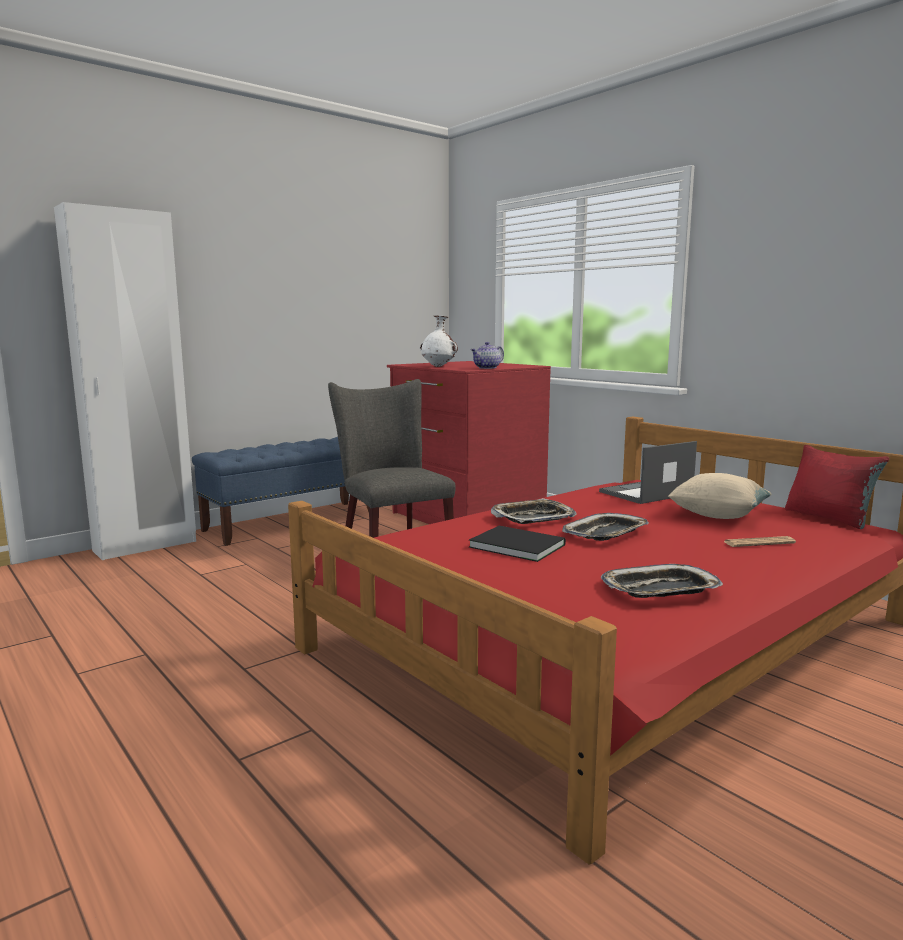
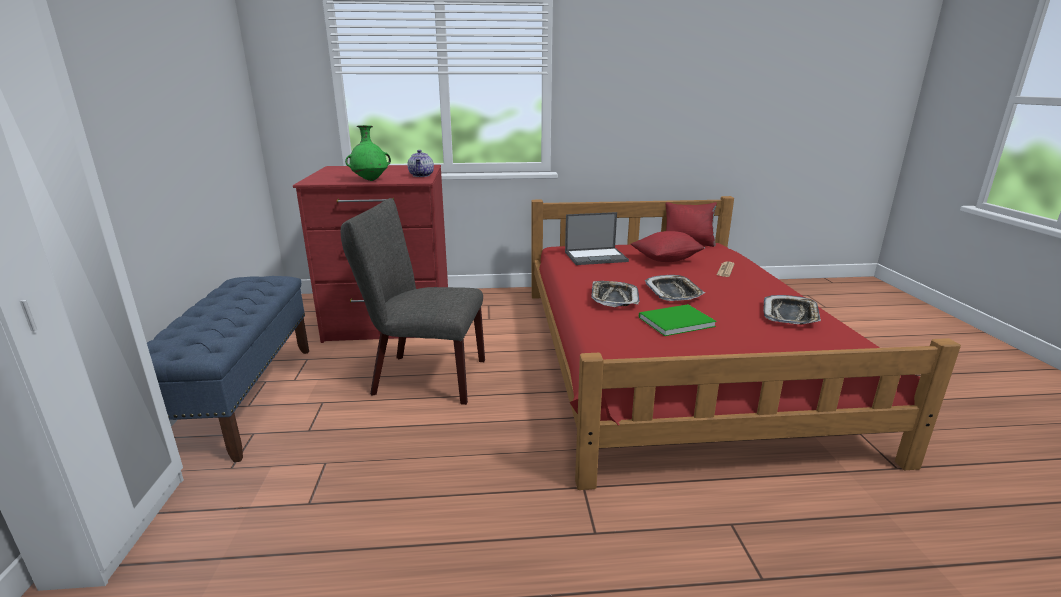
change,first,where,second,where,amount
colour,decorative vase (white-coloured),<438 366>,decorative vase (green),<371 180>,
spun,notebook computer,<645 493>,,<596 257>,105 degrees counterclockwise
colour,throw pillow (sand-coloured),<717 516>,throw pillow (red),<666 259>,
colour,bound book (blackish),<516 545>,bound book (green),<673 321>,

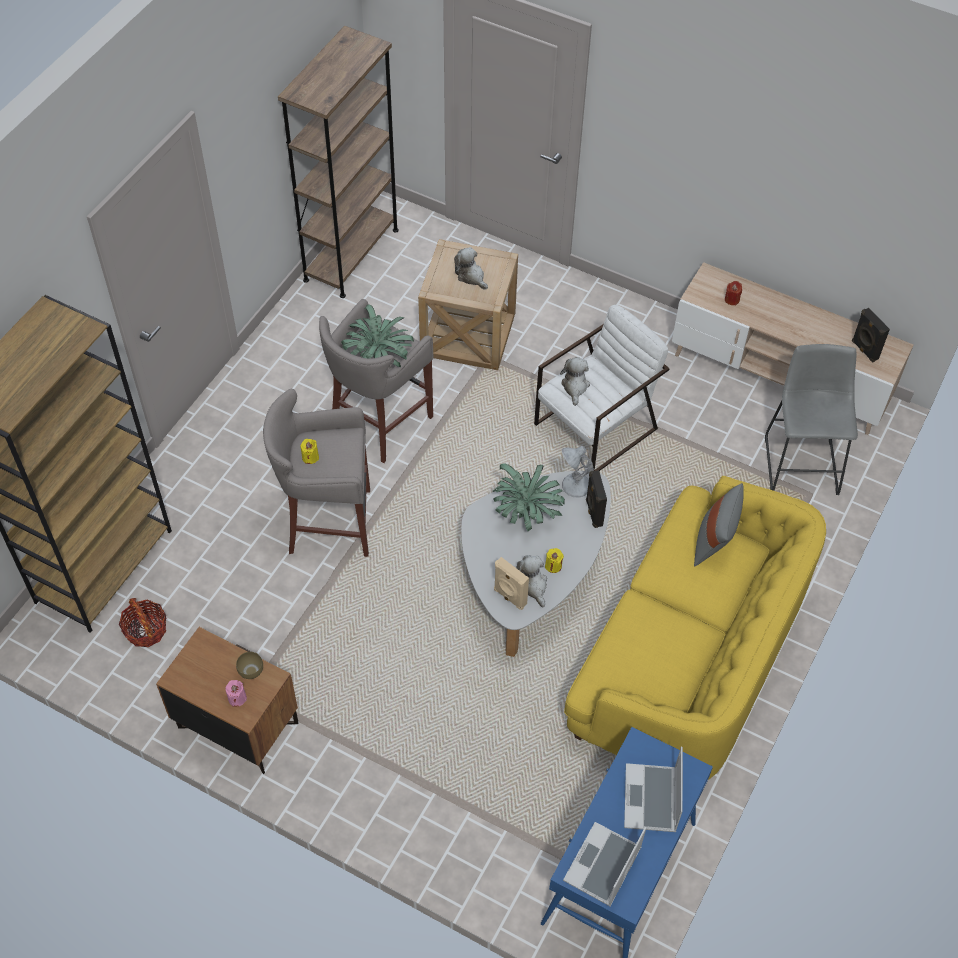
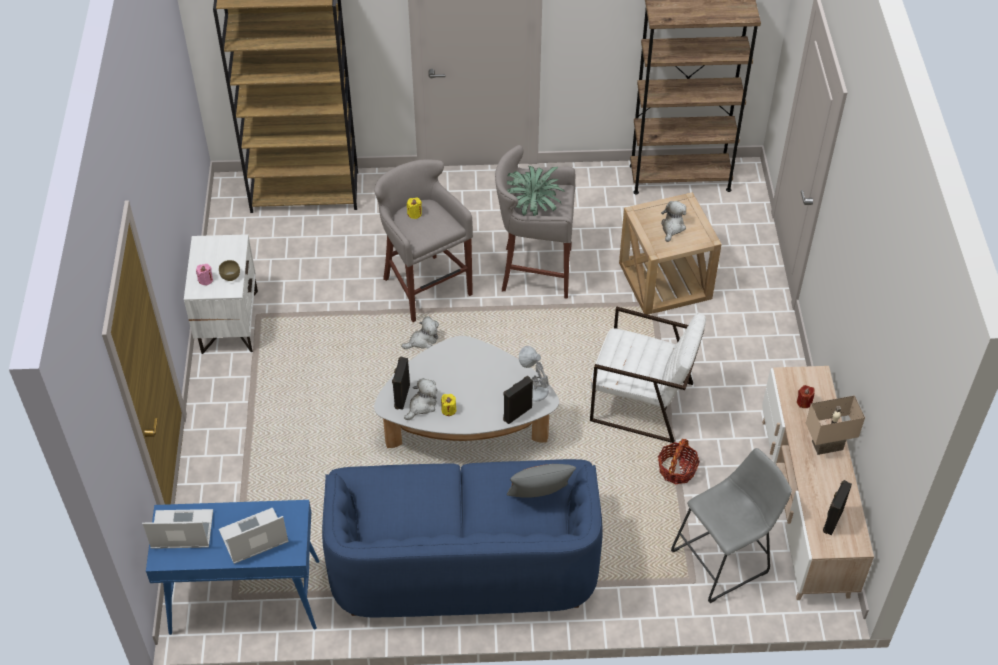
change,first,where,second,where,amount
colour,bedside table (brown-coloured),<237 726>,bedside table (white-coloured),<228 321>,
colour,settee (yellow),<688 658>,settee (blue),<463 561>,
colour,audio speaker (sand-coloured),<509 597>,audio speaker (blackish),<401 396>,
relocated,soft toy,<575 386>,,<423 341>,
relocated,household basket,<146 630>,,<677 470>,
appeared,,,table lamp (sand-coloured),<827 444>,
missing,plant in a pot,<527 511>,,,

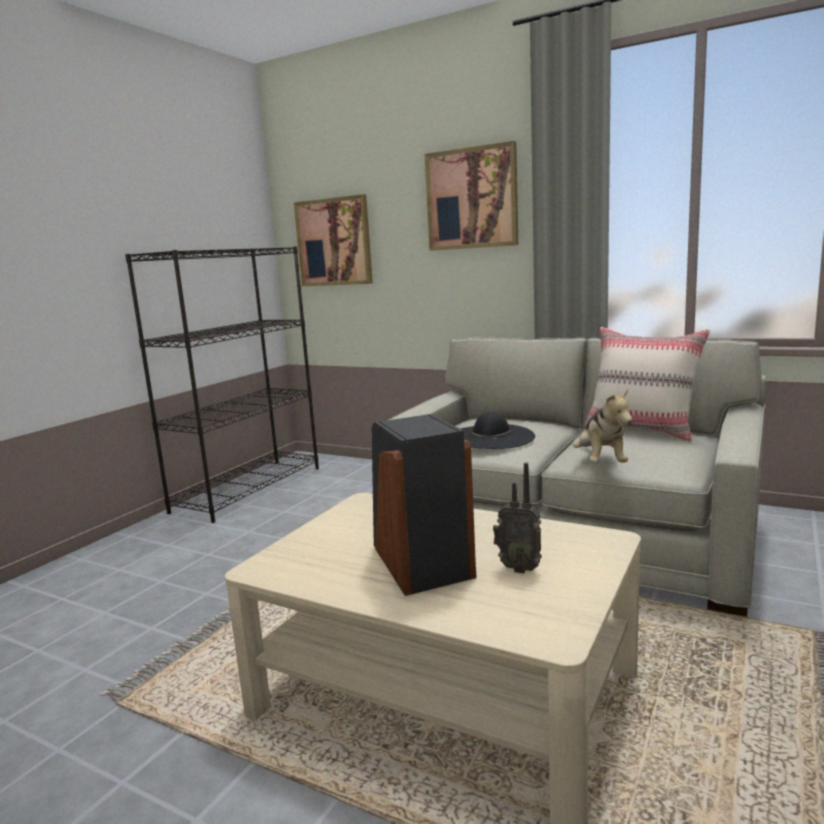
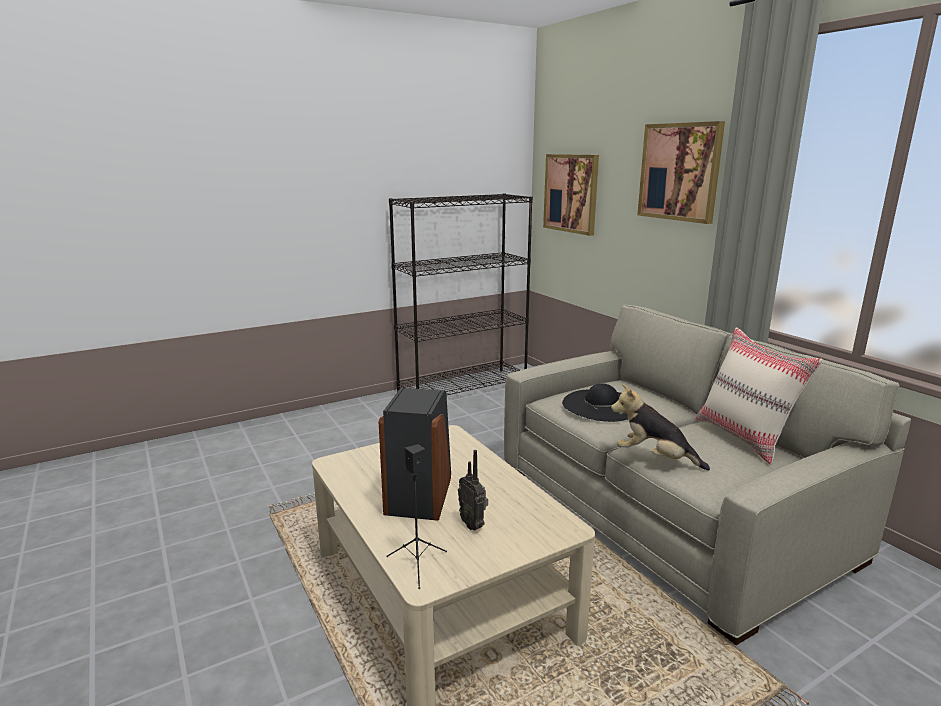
change,first,where,second,where,amount
appeared,,,audio speaker (blackish),<418 565>,
spun,soft toy,<600 462>,,<654 458>,90 degrees clockwise

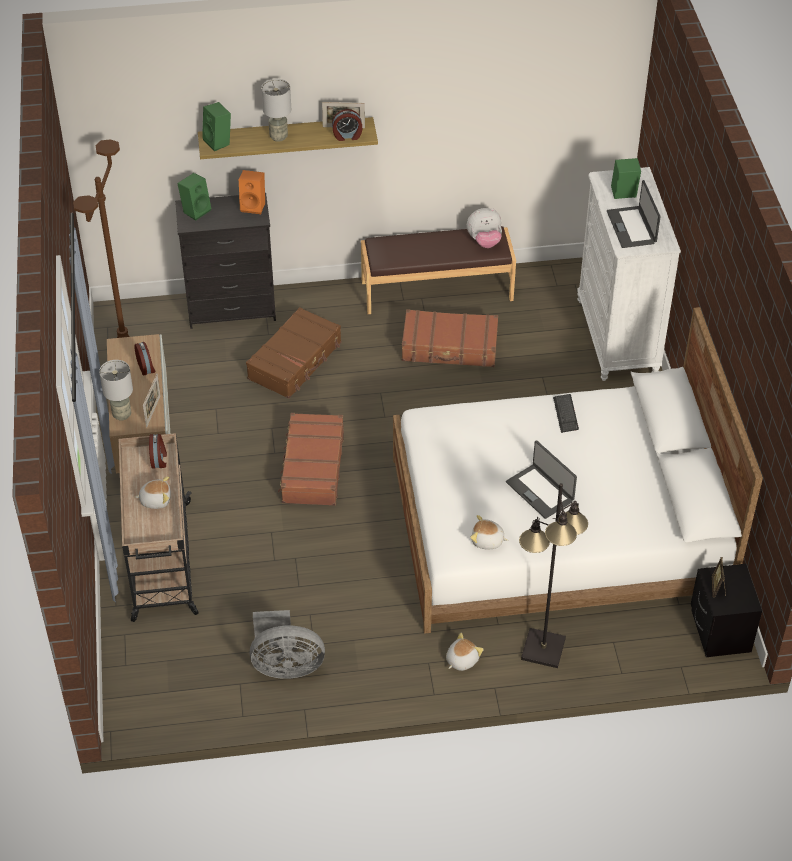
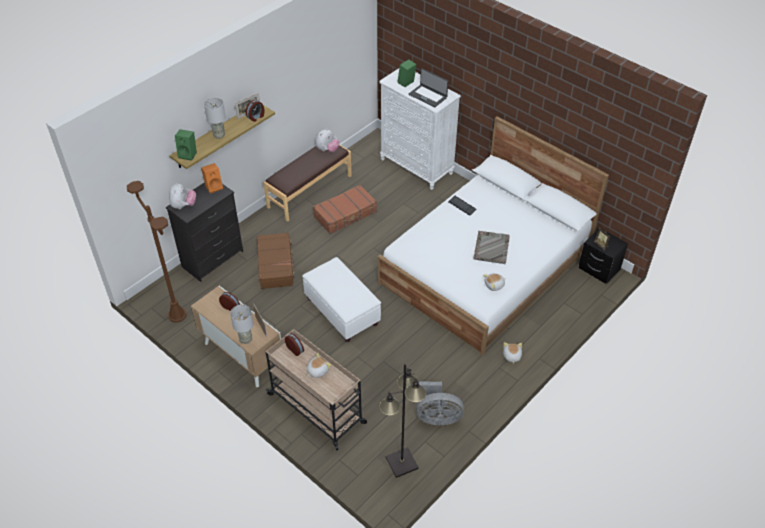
change,first,where,second,where,amount
exchanged,audio speaker (green),<196 210>,soft toy,<184 206>,
exchanged,piece of luggage (brown-coloured),<312 467>,footrest (white-coloured),<342 312>,
relocated,standing lamp (blackish),<542 649>,,<401 463>,
spun,cooling fan (grey),<286 665>,,<437 416>,45 degrees clockwise
exchanged,notebook computer,<540 491>,serving tray (grey),<491 247>,

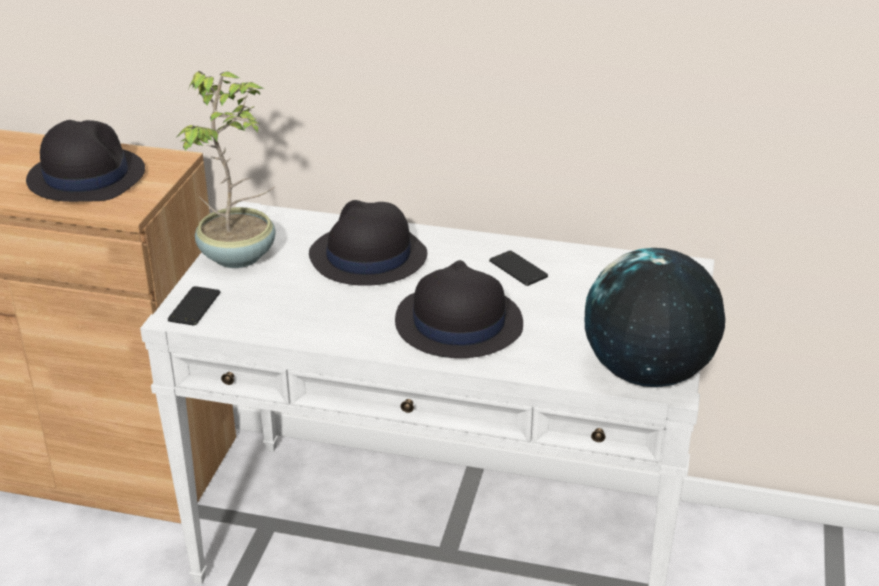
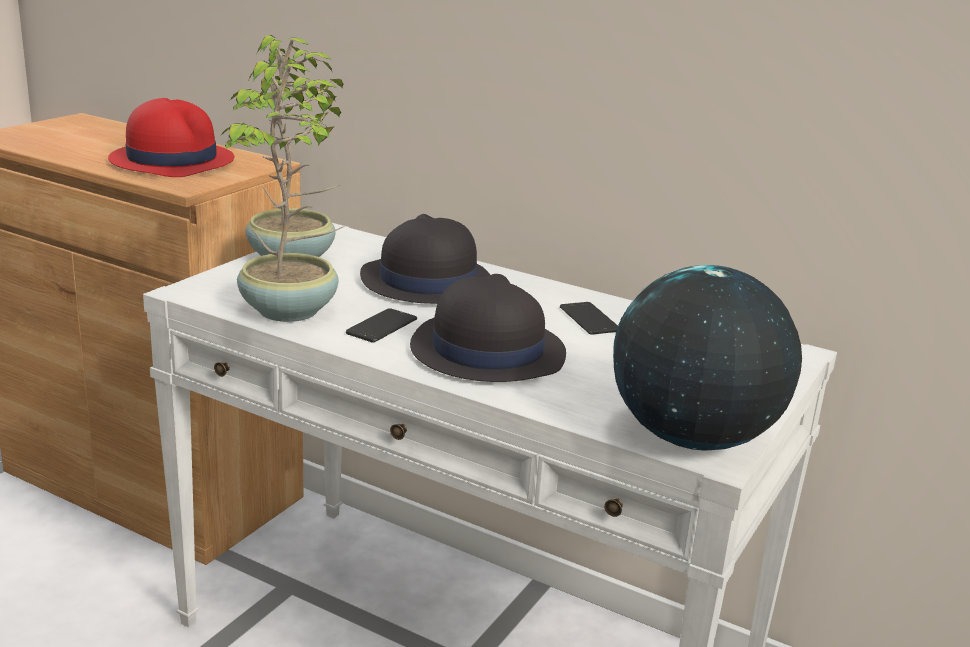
change,first,where,second,where,amount
colour,clothing hat (blackish),<86 176>,clothing hat (red),<172 160>,
appeared,,,plant in a pot,<291 311>,
relocated,phone,<194 306>,,<381 326>,

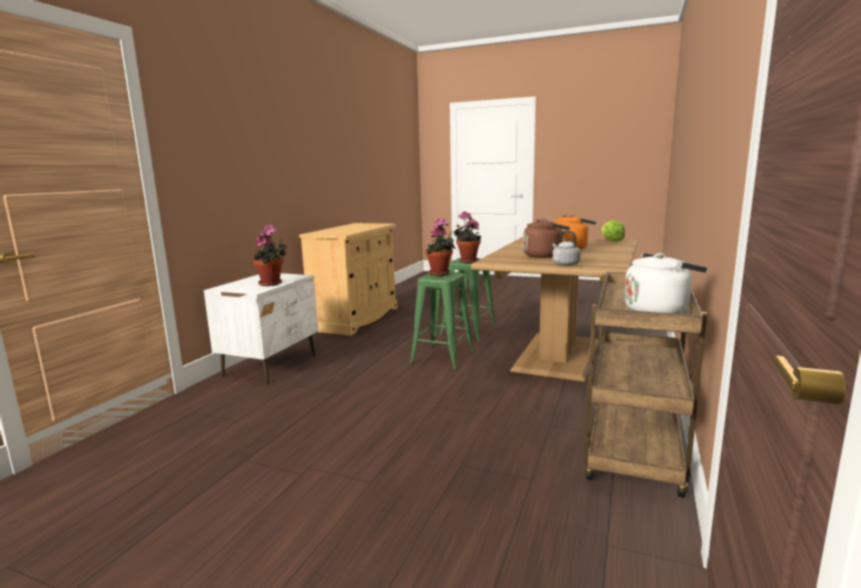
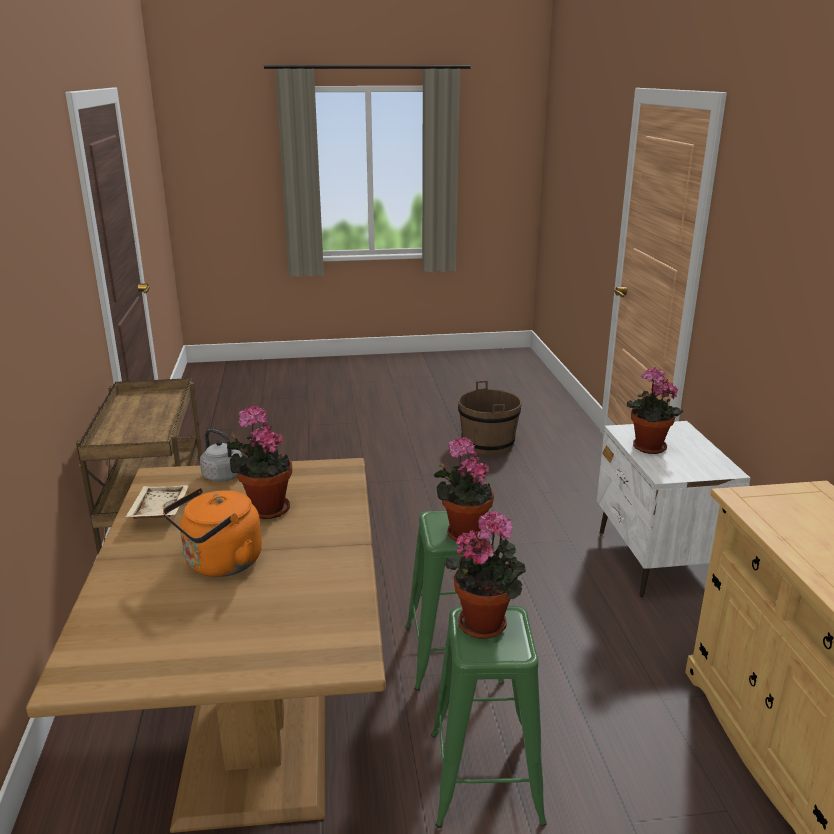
change,first,where,second,where,amount
appeared,,,serving tray (sand-coloured),<158 511>,
exchanged,kettle (brown-coloured),<544 255>,plant in a pot,<264 508>,
appeared,,,bucket (brown-coloured),<488 443>,
missing,lettuce,<611 240>,,,
missing,kettle (white-coloured),<658 310>,,,

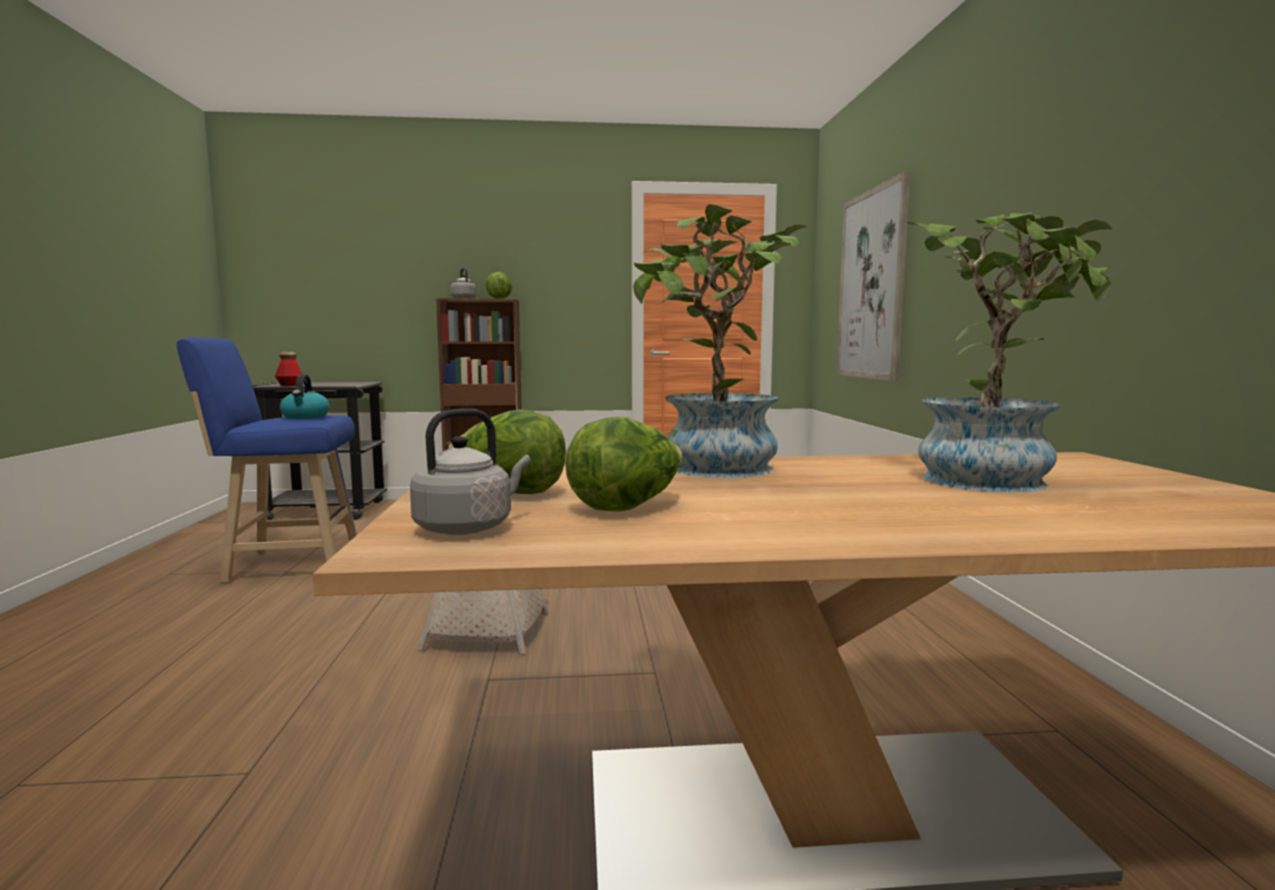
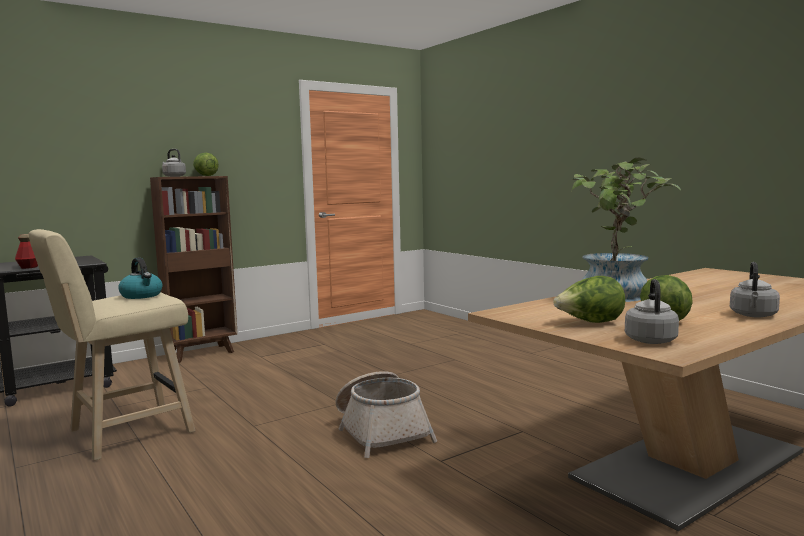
change,first,where,second,where,amount
colour,stool (blue),<286 564>,stool (sand-coloured),<124 433>,
appeared,,,kettle (grey),<753 315>,
missing,wall picture,<871 285>,,,
missing,plant in a pot,<994 478>,,,

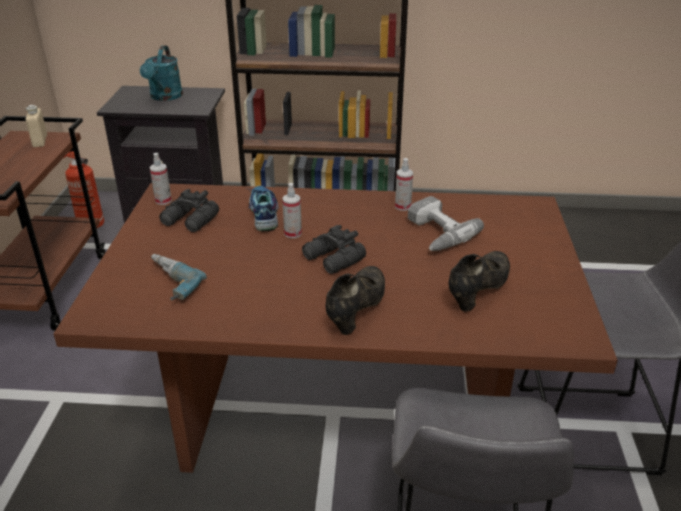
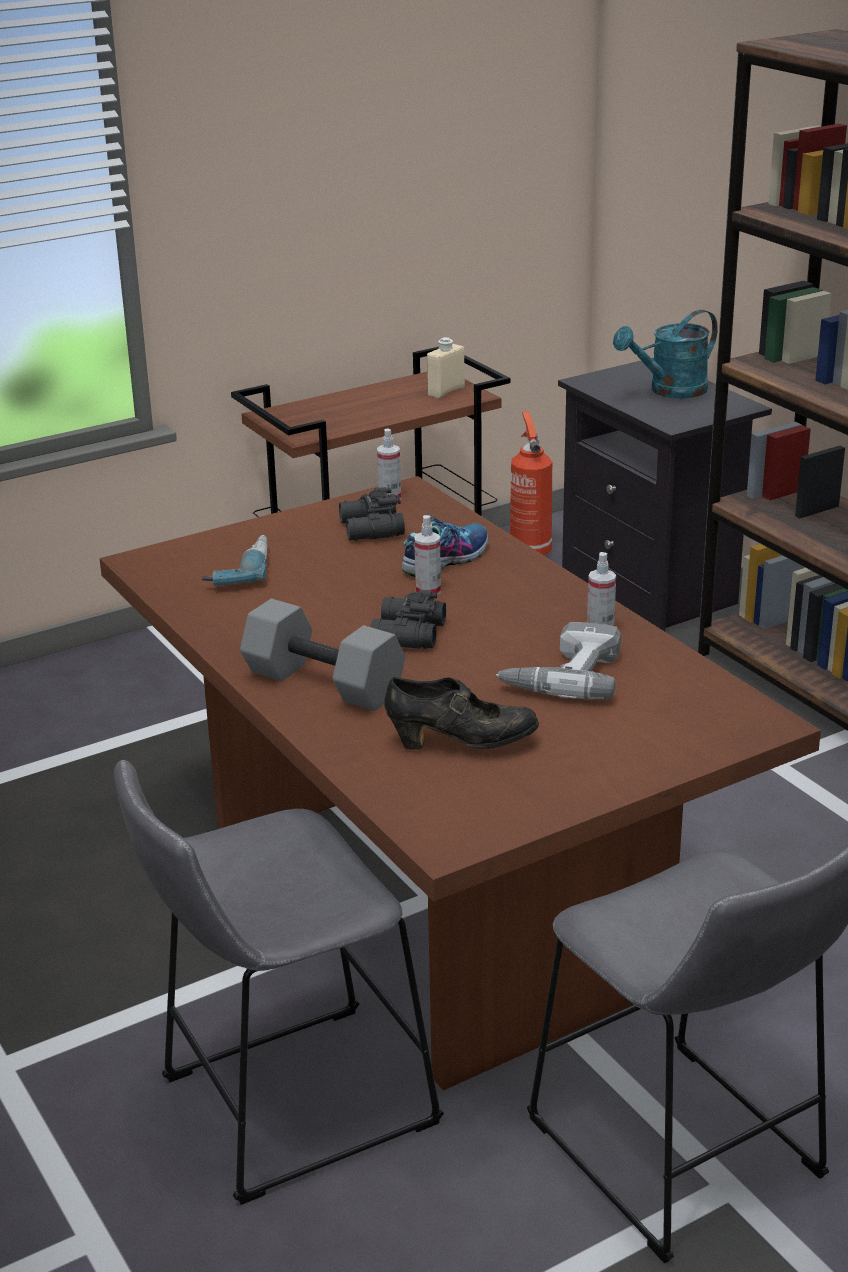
change,first,where,second,where,amount
exchanged,item of footwear (blackish),<356 311>,hand weight (grey),<321 684>,

